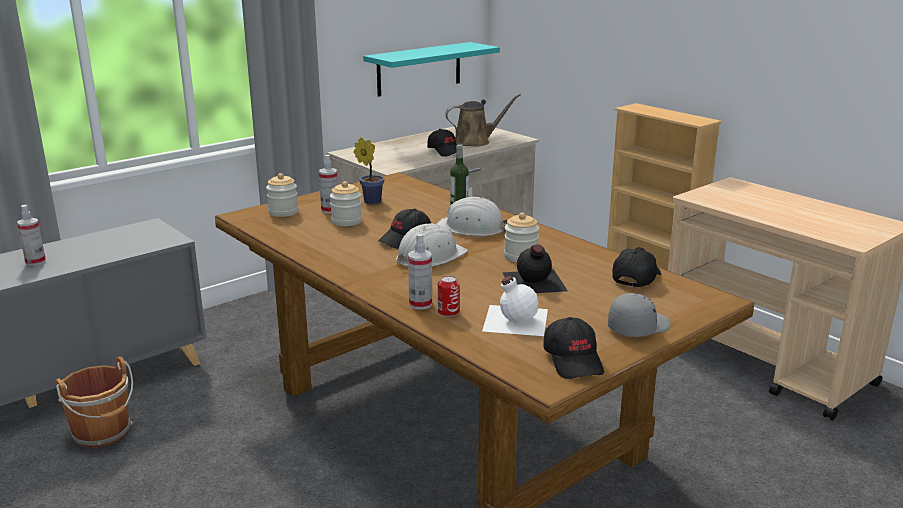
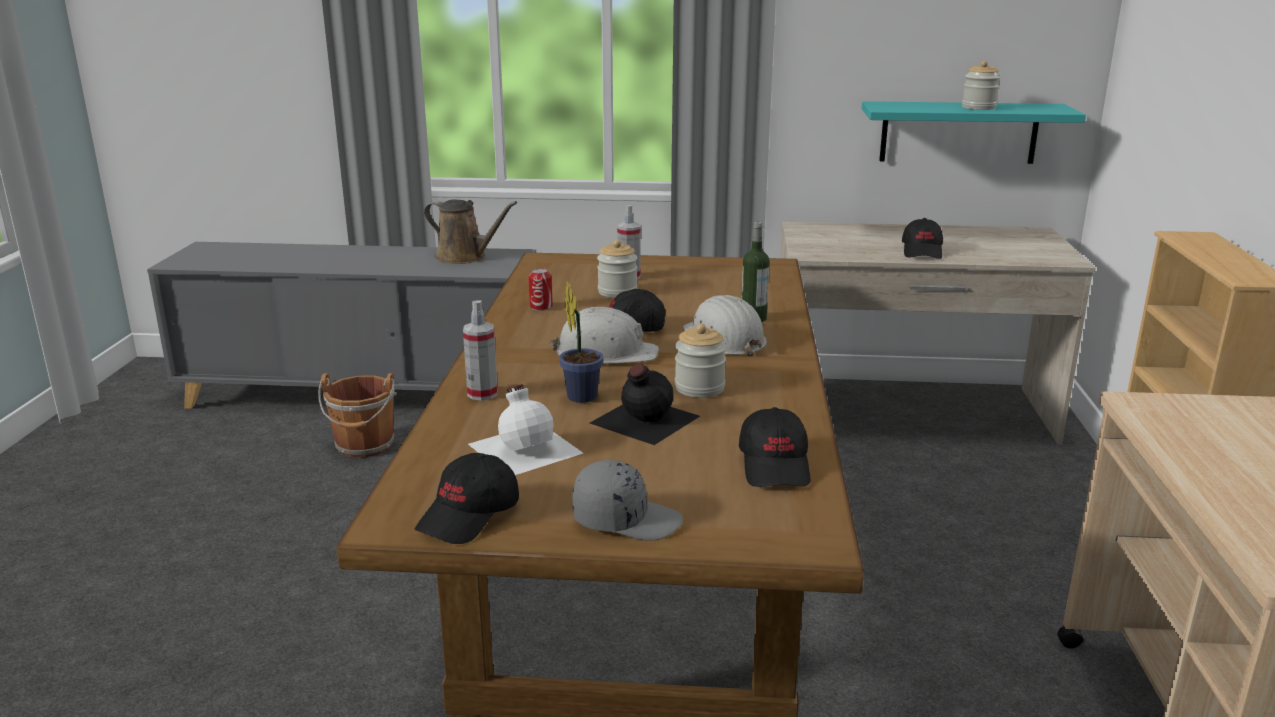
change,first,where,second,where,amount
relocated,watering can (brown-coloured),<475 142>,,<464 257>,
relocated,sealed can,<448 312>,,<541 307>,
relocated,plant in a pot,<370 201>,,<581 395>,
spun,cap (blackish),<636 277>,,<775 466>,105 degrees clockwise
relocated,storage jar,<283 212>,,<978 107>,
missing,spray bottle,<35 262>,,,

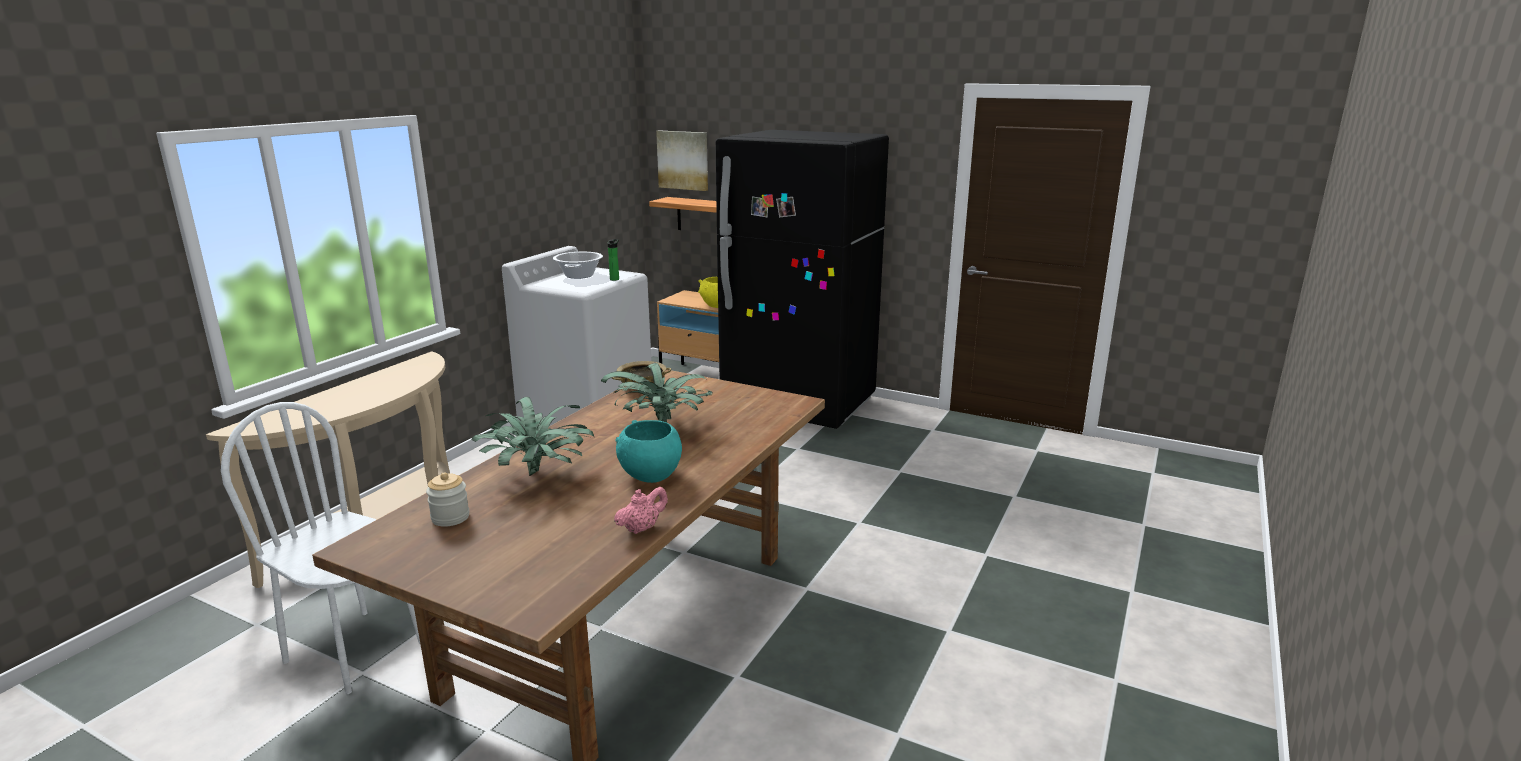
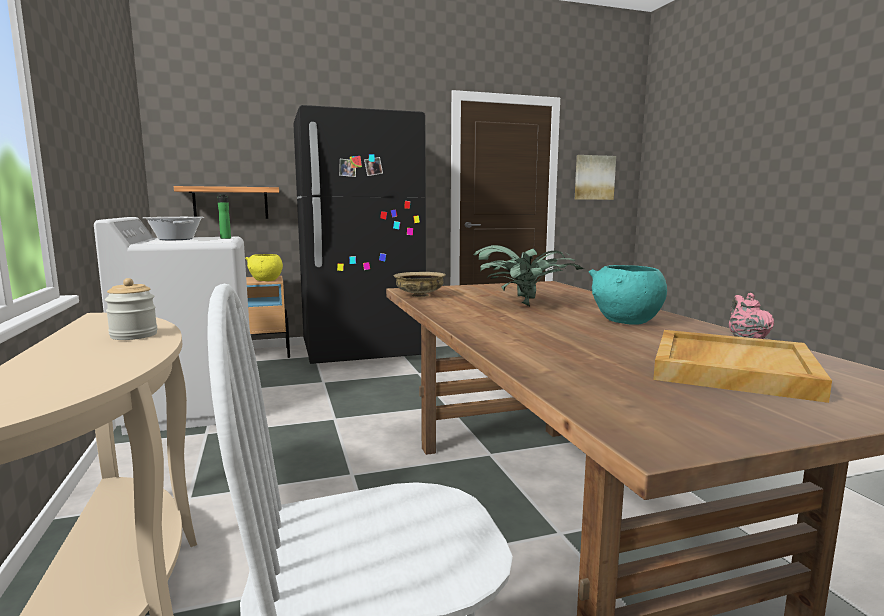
change,first,where,second,where,amount
relocated,storage jar,<450 517>,,<134 335>,
relocated,wall picture,<683 160>,,<594 177>,
appeared,,,serving tray (sand-coloured),<730 369>,
missing,plant in a pot,<538 474>,,,

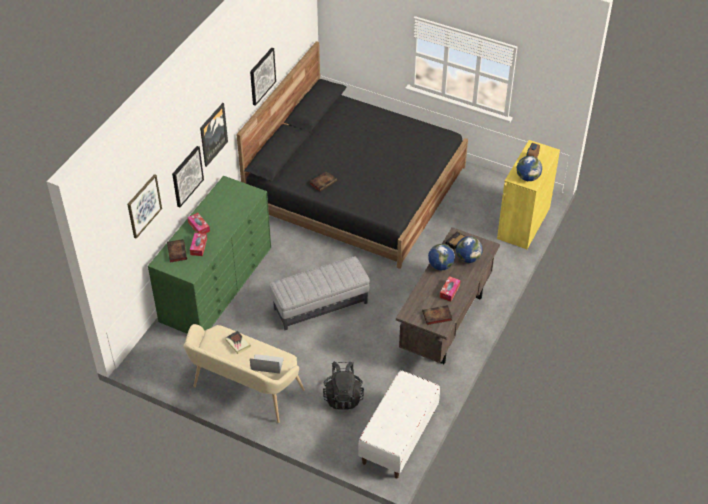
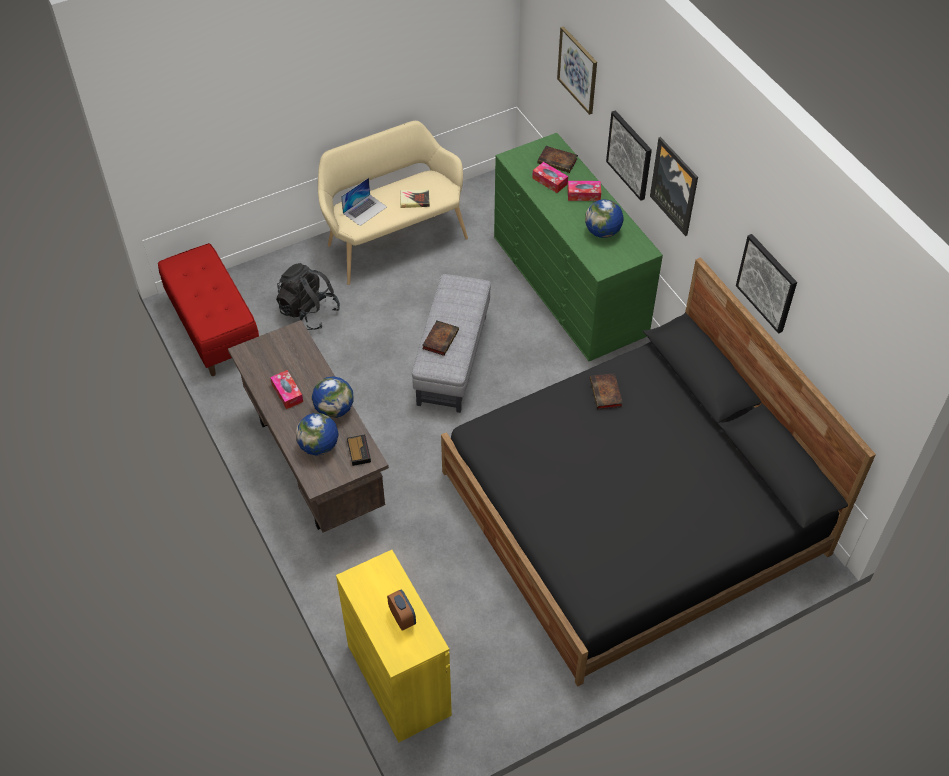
change,first,where,second,where,amount
colour,indoor bench (white-coloured),<399 437>,indoor bench (red),<214 328>,
relocated,bound book,<436 316>,,<440 339>,
relocated,globe,<527 177>,,<602 232>,

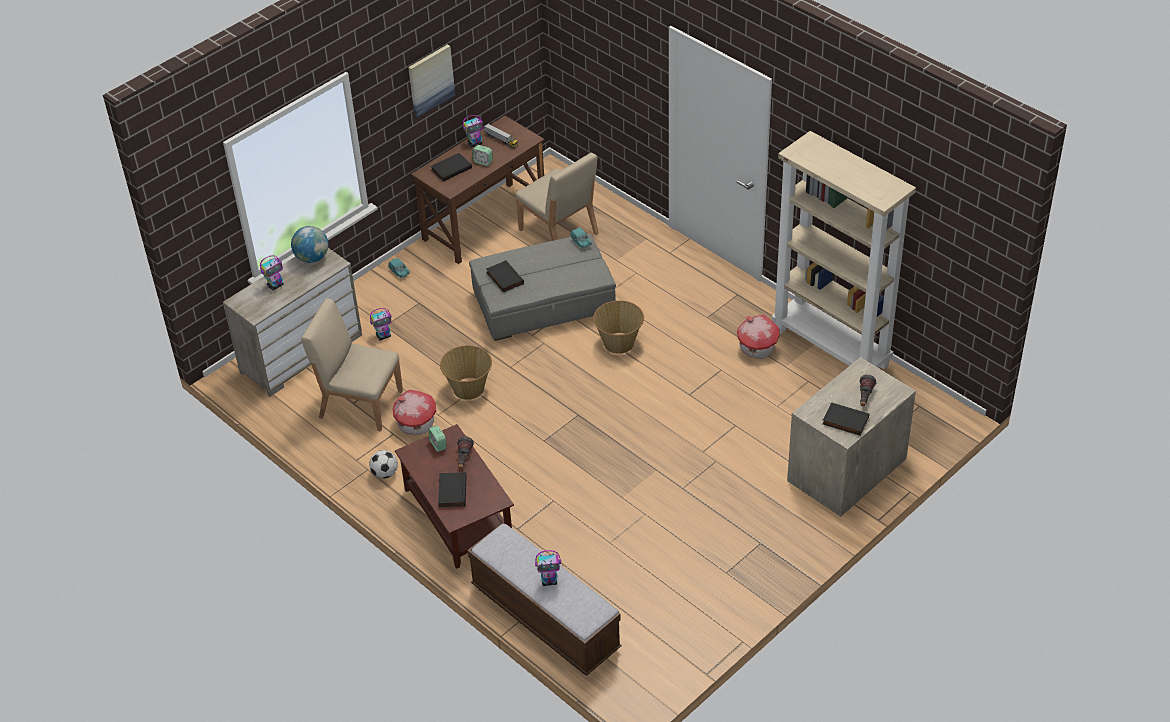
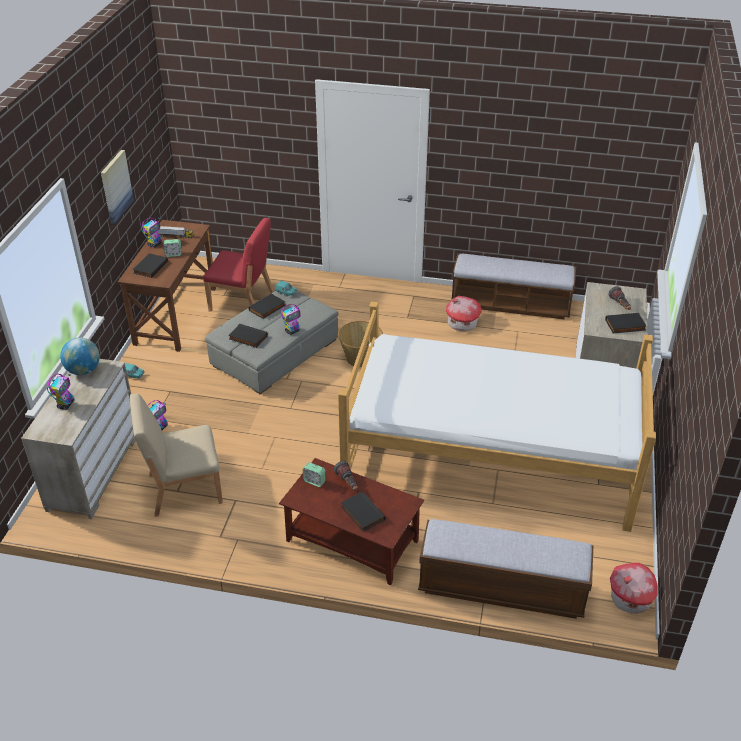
change,first,where,second,where,amount
colour,plain chair (sand-coloured),<559 232>,plain chair (red),<242 302>,
appeared,,,bound book (blackish),<267 308>,
relocated,toy robot,<549 581>,,<292 331>,
appeared,,,sleeping bed,<491 457>,
exchanged,bookcase (sand-coloured),<832 347>,indoor bench,<510 304>,
relocated,model house,<415 424>,,<630 599>,
missing,football,<385 473>,,,
missing,household basket,<468 389>,,,

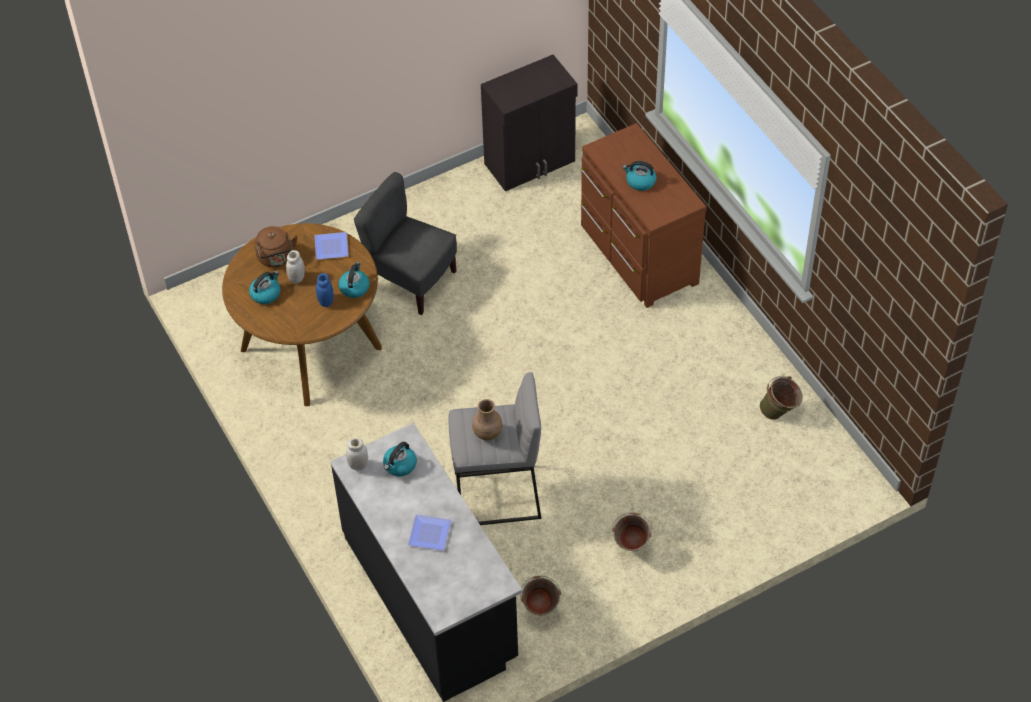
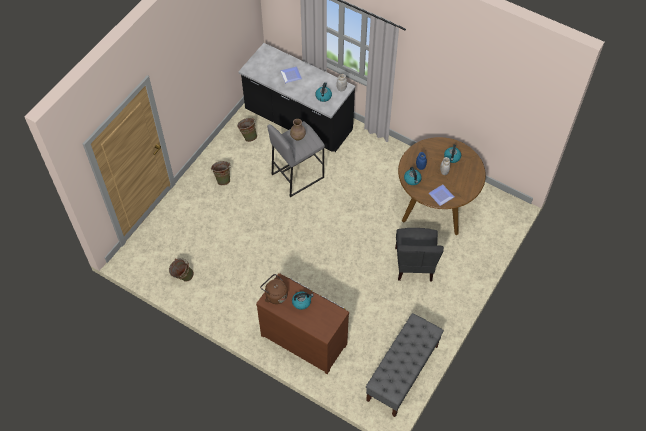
change,first,where,second,where,amount
relocated,kettle (brown-coloured),<276 258>,,<275 295>,
exchanged,storage cabinet (blackish),<531 163>,indoor bench (grey),<402 373>,
spun,plain chair (grey),<411 281>,,<414 264>,90 degrees clockwise

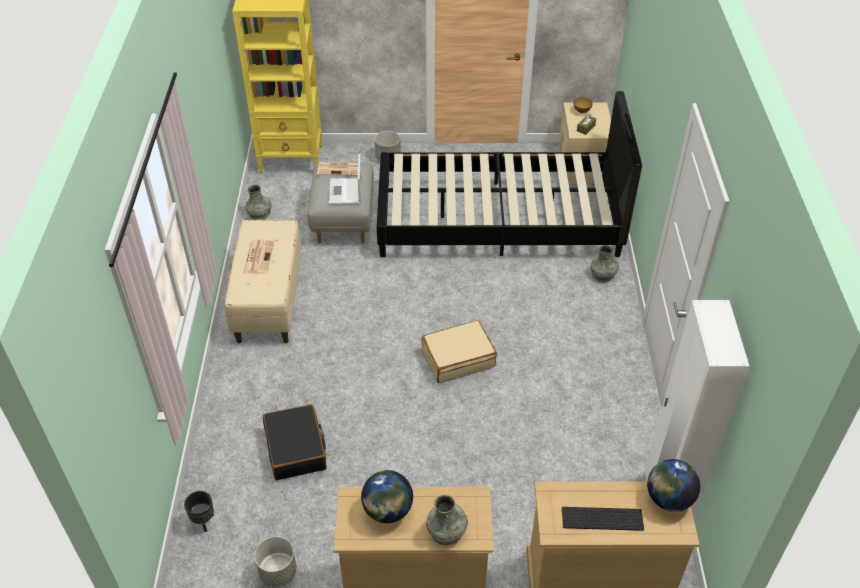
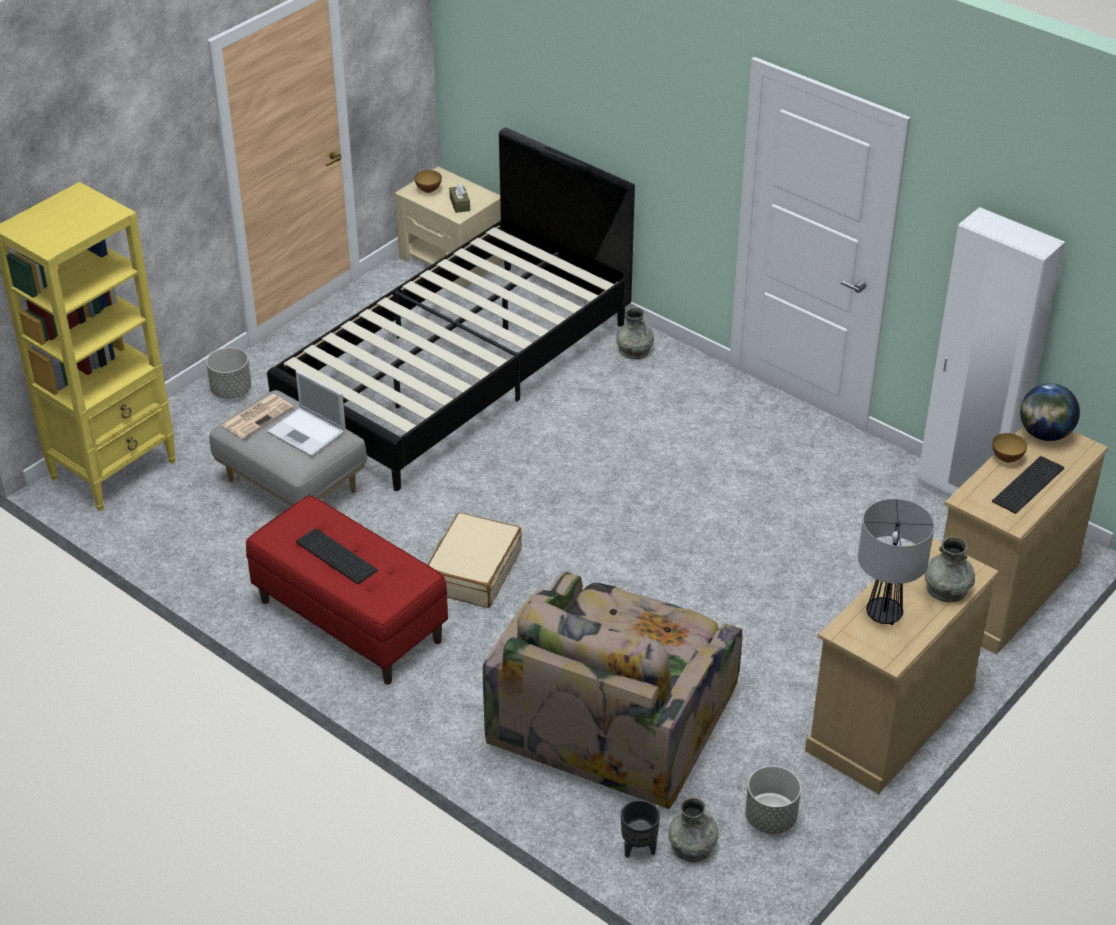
change,first,where,second,where,amount
colour,indoor bench (sand-coloured),<268 300>,indoor bench (red),<349 621>,
exchanged,daily paper,<258 256>,PC keyboard,<334 556>,
relocated,piece of luggage (sand-coloured),<458 358>,,<473 571>,
exchanged,piece of luggage (blackish),<296 448>,easy chair,<614 717>,
relocated,decorative vase (grey),<260 213>,,<692 845>,
exchanged,globe,<388 510>,table lamp,<884 615>,
appeared,,,bowl,<1006 458>,

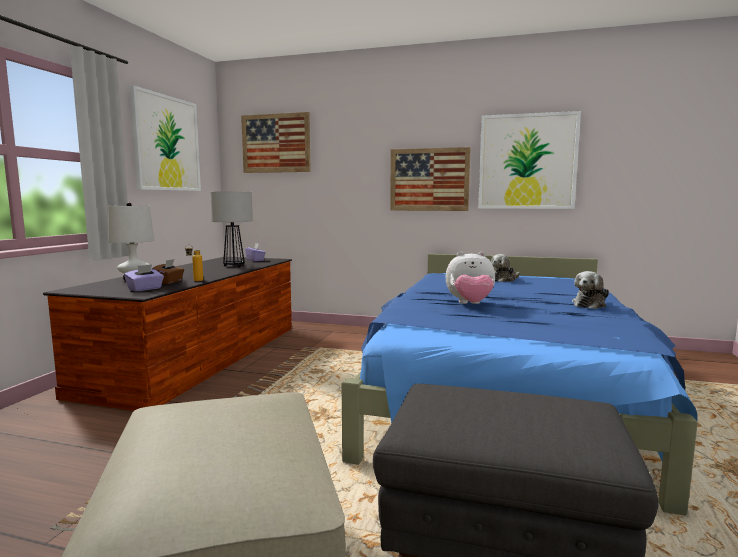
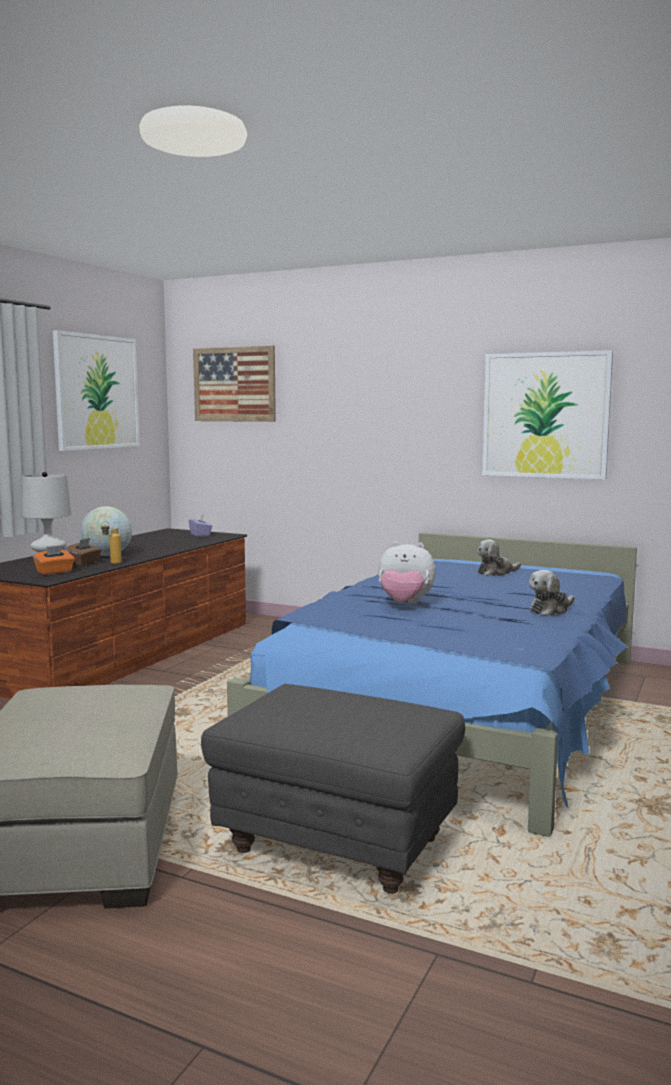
change,first,where,second,where,amount
colour,box of tissues (purple),<145 289>,box of tissues (orangey),<54 572>,
appeared,,,globe,<107 555>,
missing,table lamp,<233 266>,,,
missing,wall picture,<429 179>,,,

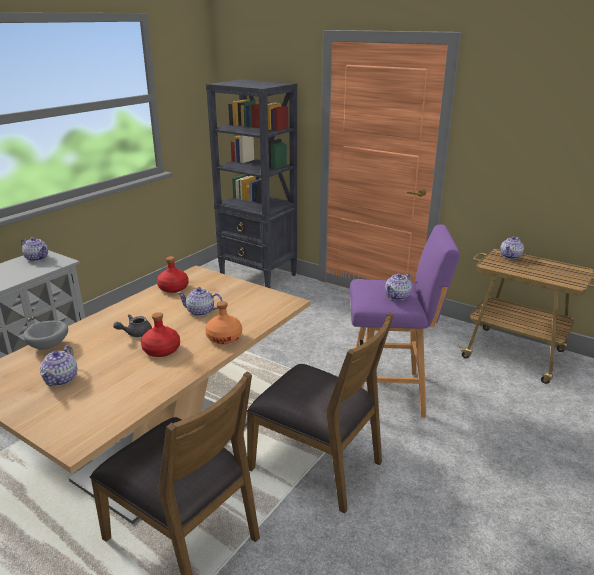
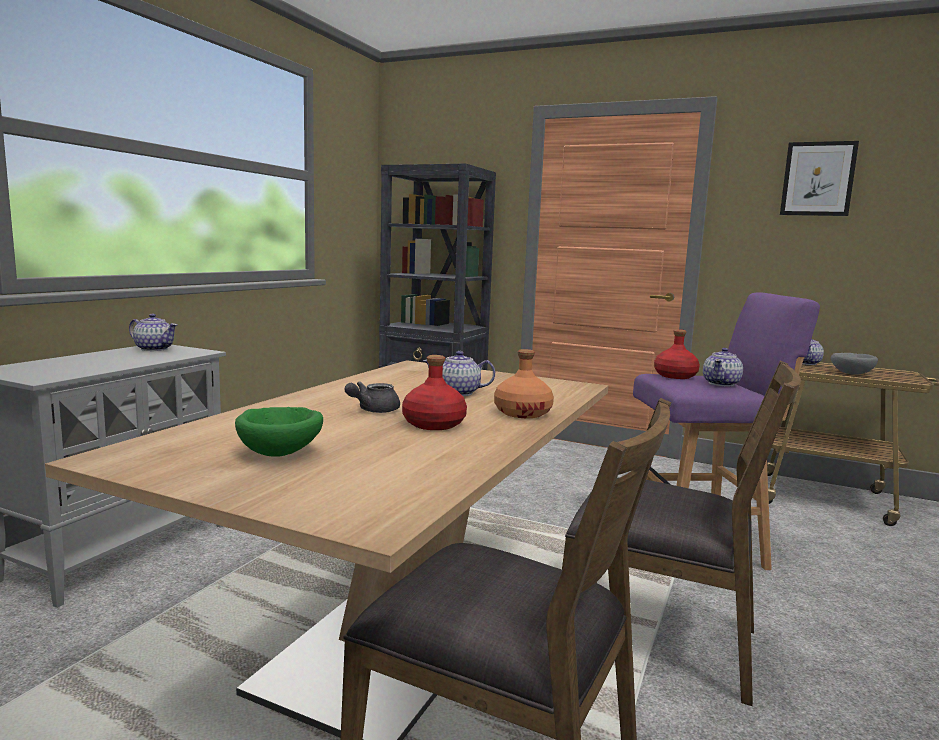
change,first,where,second,where,amount
exchanged,pot for tea,<62 379>,bowl (green),<281 453>,
relocated,bottle (red),<173 288>,,<676 376>,
appeared,,,wall picture,<818 179>,
relocated,bowl (grey),<50 345>,,<851 374>,

